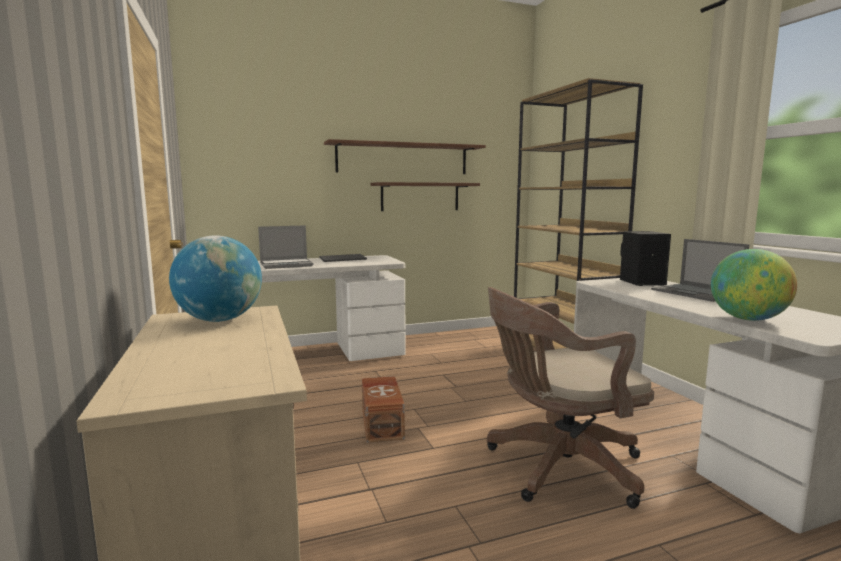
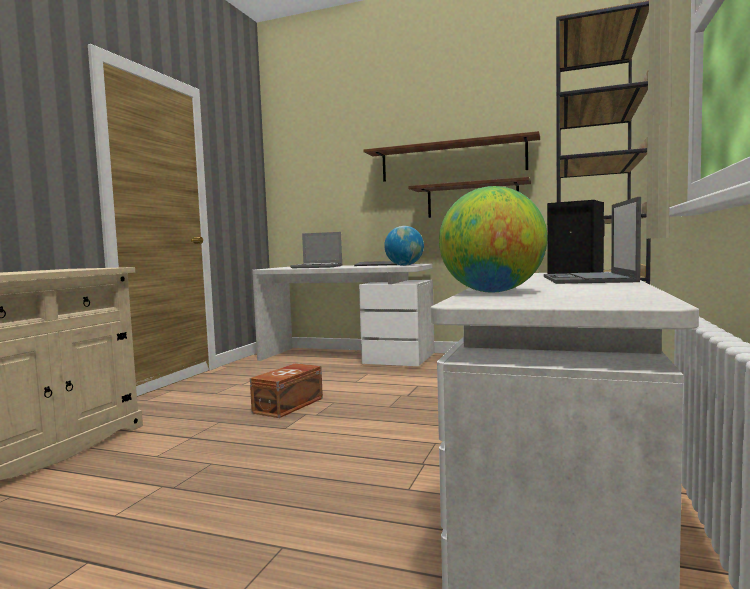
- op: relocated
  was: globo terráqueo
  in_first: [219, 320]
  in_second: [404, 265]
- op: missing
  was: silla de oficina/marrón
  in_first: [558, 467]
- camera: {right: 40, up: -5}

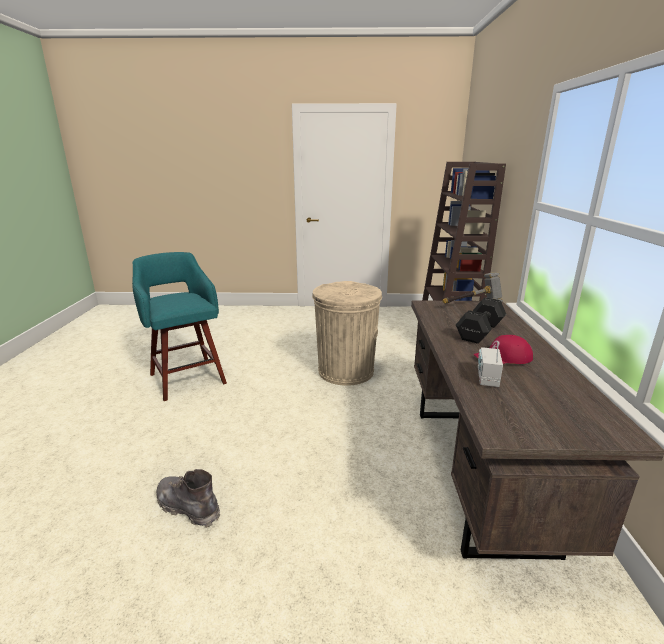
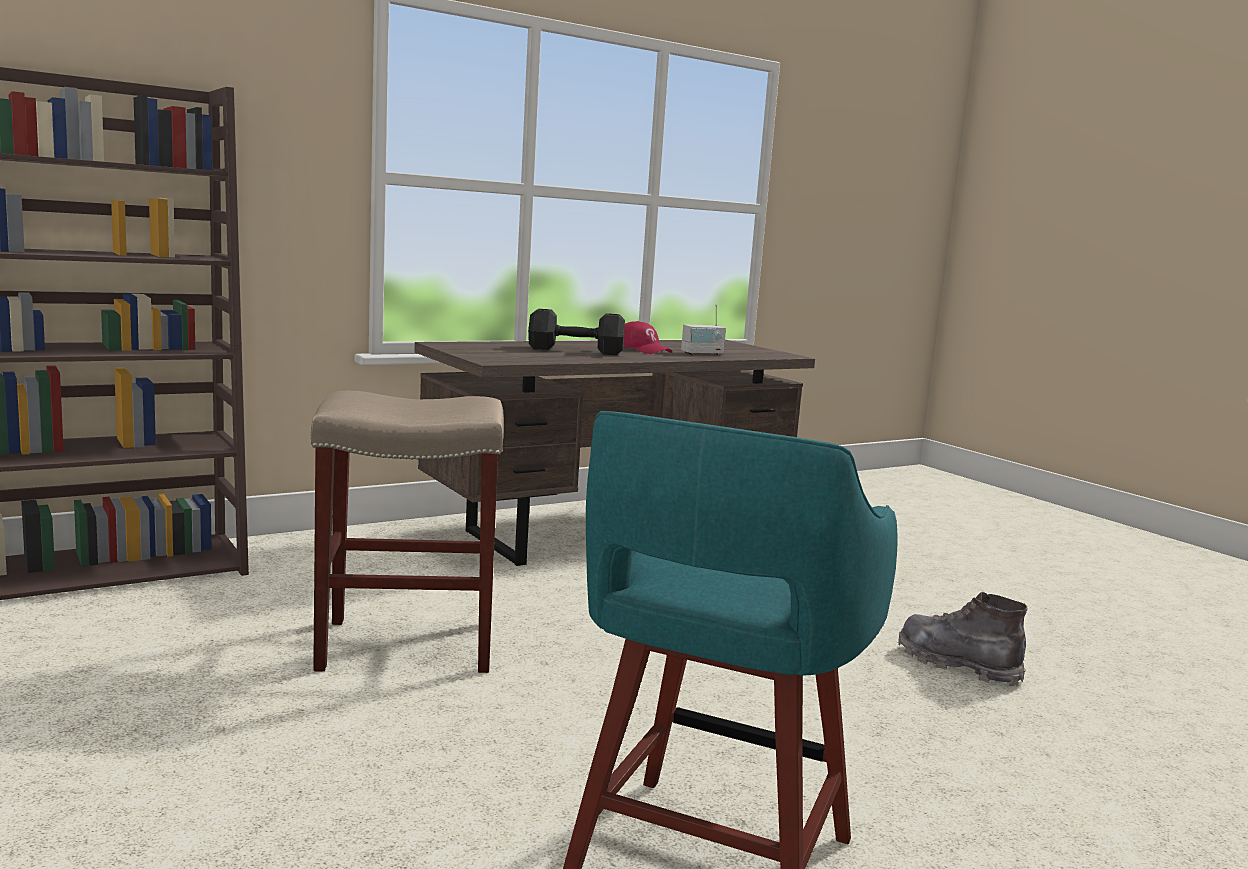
- op: spun
  was: bota/gris
  in_first: [188, 507]
  in_second: [957, 664]
  clockwise: 135
- op: exchanged
  was: papelera/beis
  now: taburete/beis
  in_first: [346, 371]
  in_second: [410, 645]
- op: missing
  was: martillo
  in_first: [472, 305]
- camera: {right: -125, up: -10}

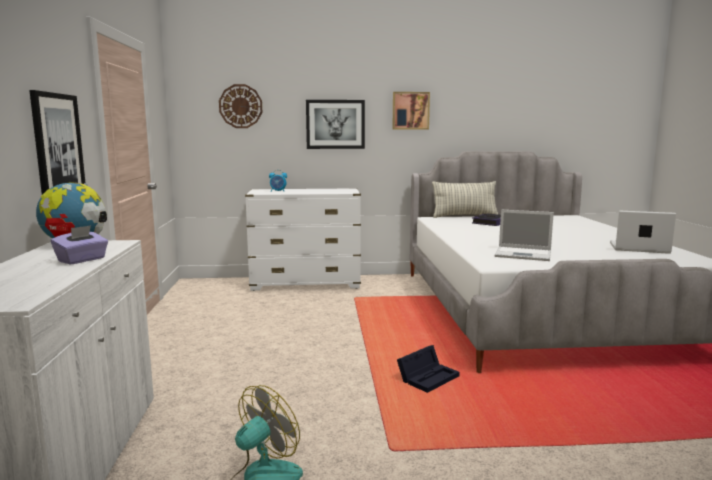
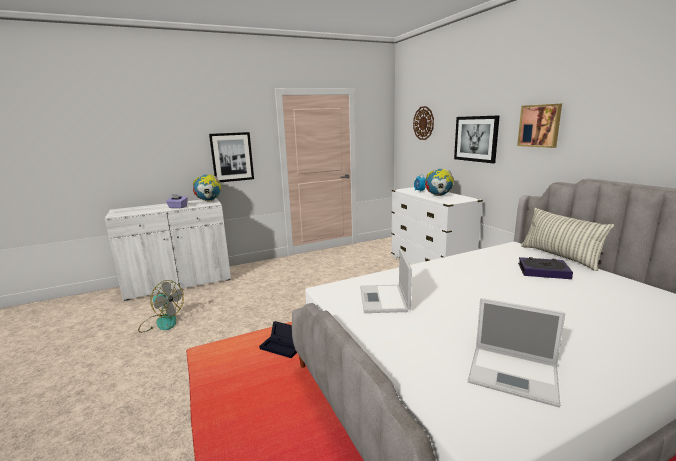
- op: spun
  was: portátil
  in_first: [637, 248]
  in_second: [515, 374]
  clockwise: 120
- op: appeared
  now: globo terráqueo
  in_second: [438, 195]
- camera: {right: 70, up: 5}

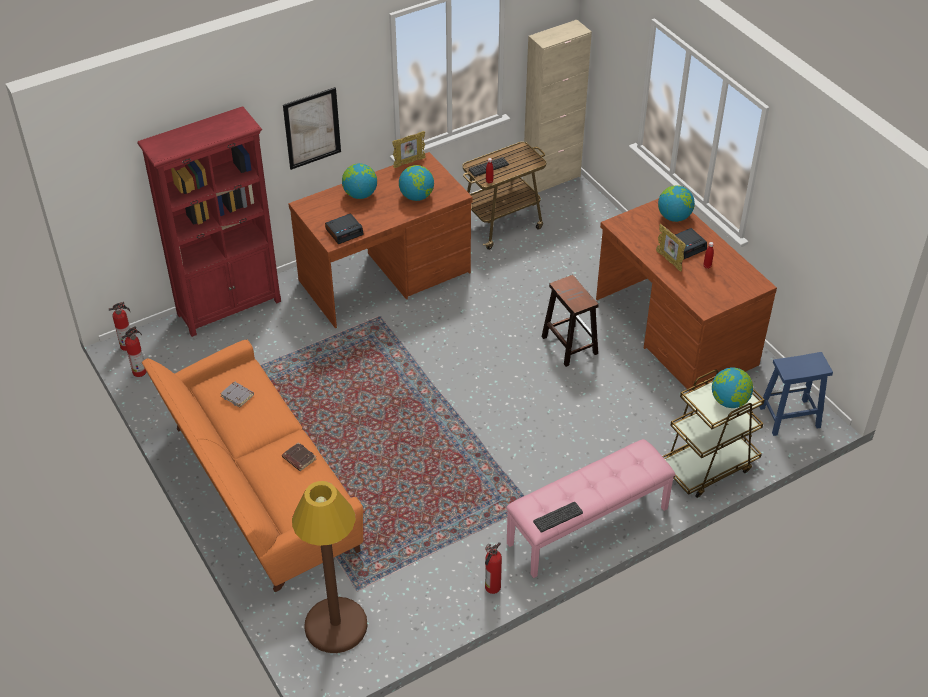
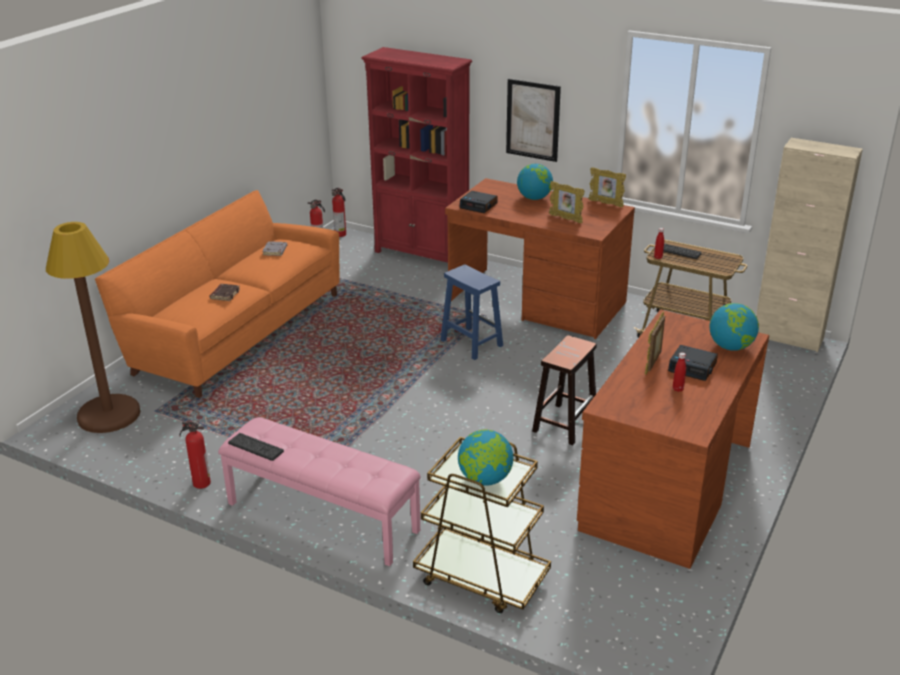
- op: exchanged
  was: globo terráqueo
  now: portarretratos
  in_first: [417, 196]
  in_second: [565, 219]
- op: relocated
  was: taburete/azul
  in_first: [788, 417]
  in_second: [470, 343]
- camera: {right: 60, up: -15}

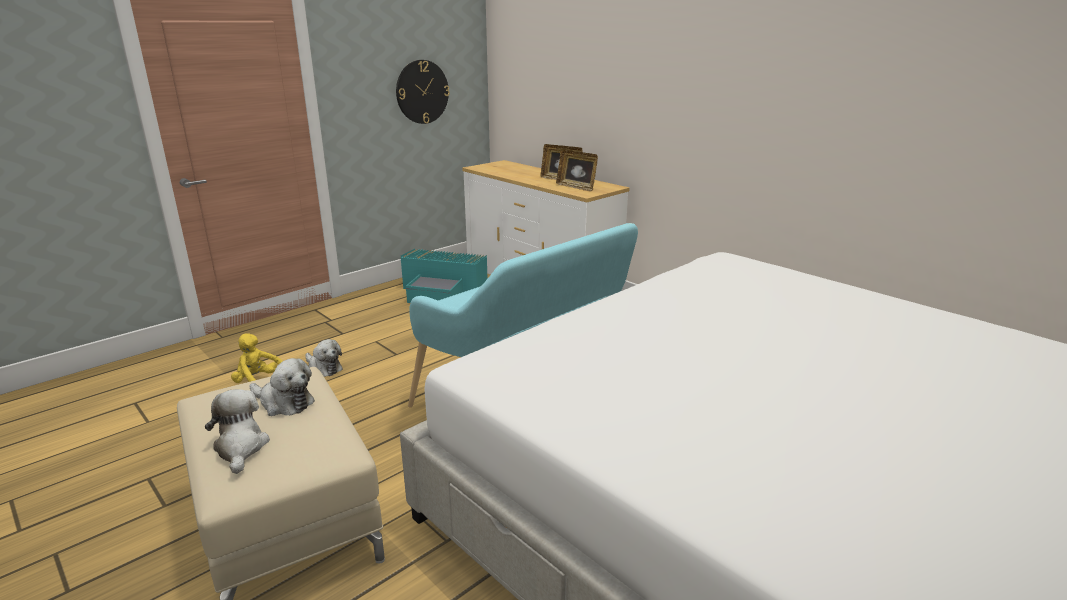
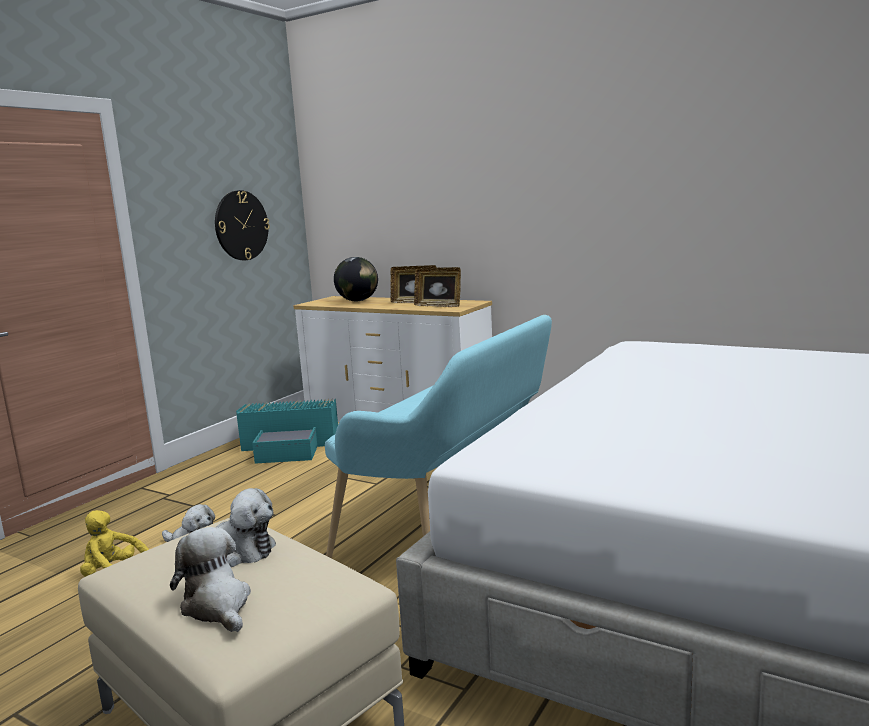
- op: appeared
  now: globo terráqueo
  in_second: [357, 301]
- camera: {right: -15, up: -10}

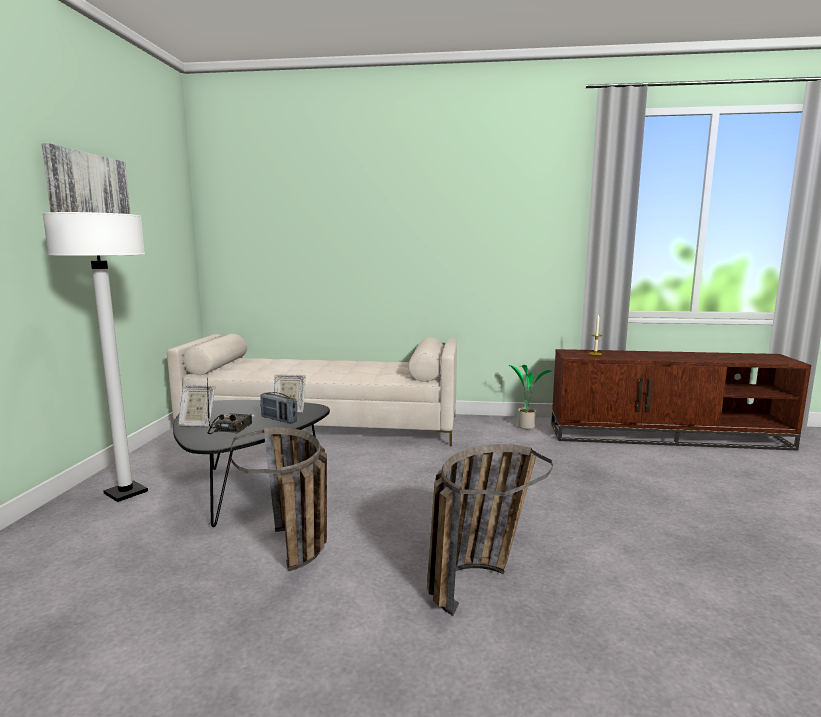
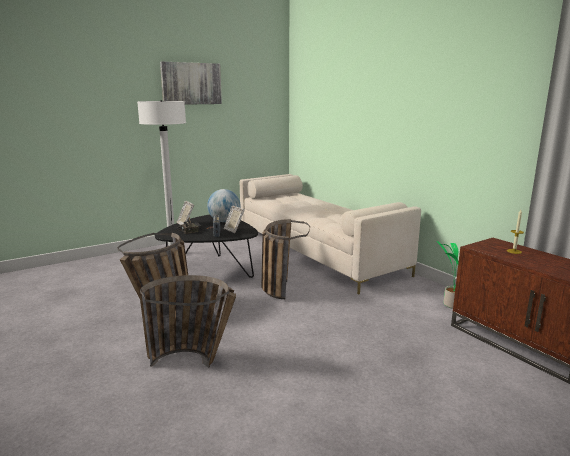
- op: appeared
  now: globo terráqueo
  in_second: [224, 221]
- op: appeared
  now: cesta
  in_second: [279, 286]
- camera: {right: 50, up: 5}

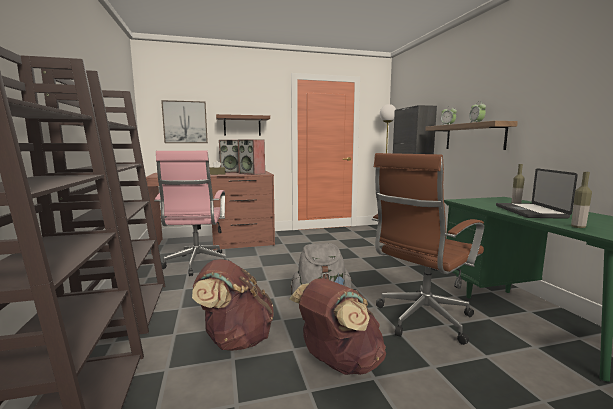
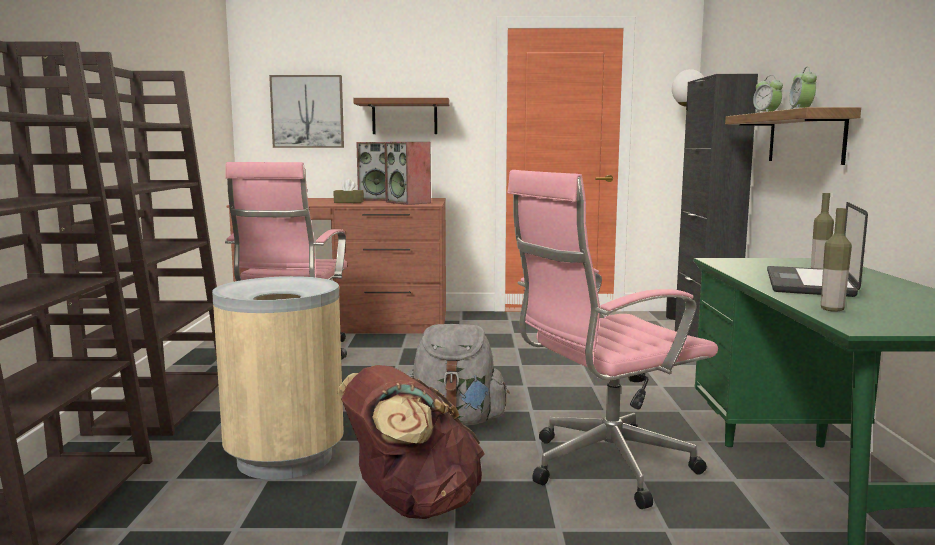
- op: exchanged
  was: mochila/marrón
  now: papelera/beis
  in_first: [235, 340]
  in_second: [284, 458]
- op: colour
  was: silla de oficina/marrón
  now: silla de oficina/rosa
  in_first: [421, 320]
  in_second: [602, 468]
- camera: {right: 15, up: 0}

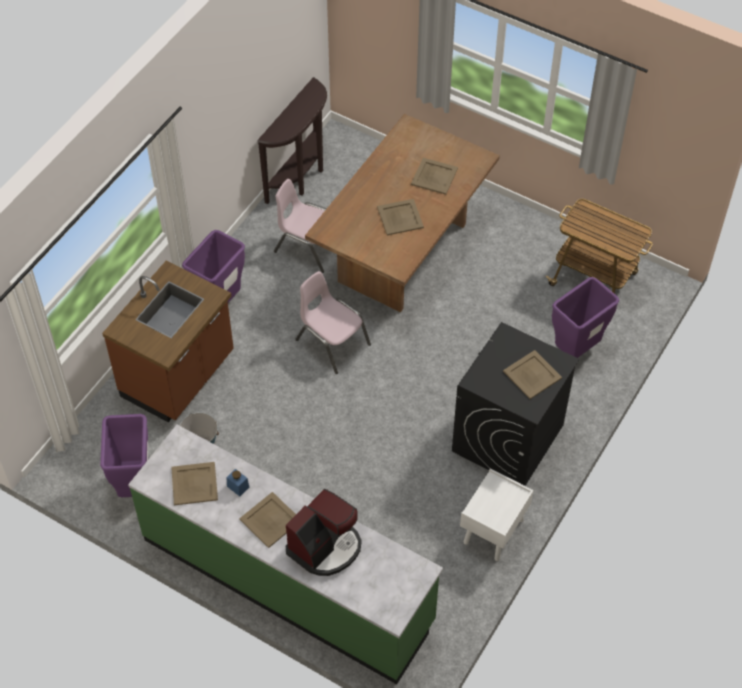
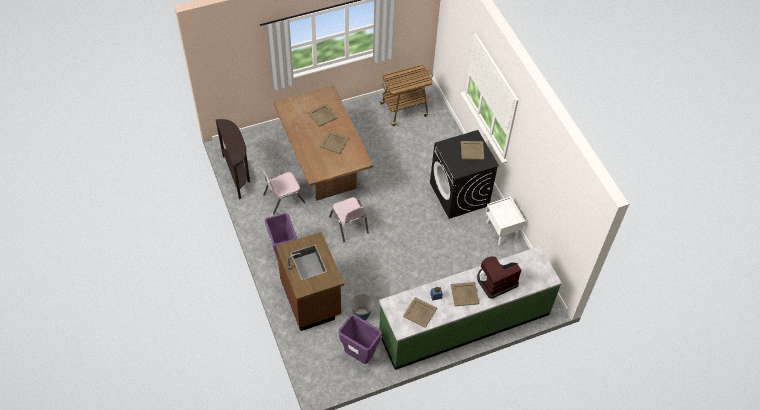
- op: spun
  was: cafetera
  in_first: [325, 547]
  in_second: [496, 281]
  clockwise: -105
- op: spun
  was: silla/rosa
  in_first: [332, 342]
  in_second: [349, 225]
  clockwise: -105
- op: missing
  was: papelera/morado
  in_first: [577, 349]
- camera: {right: -55, up: 0}

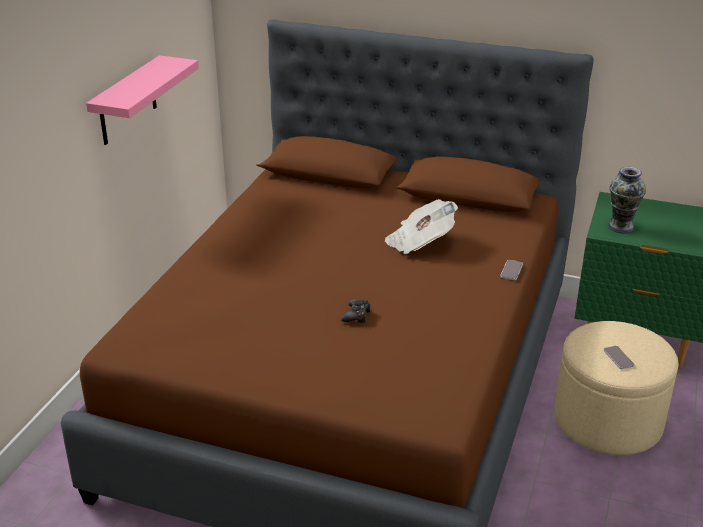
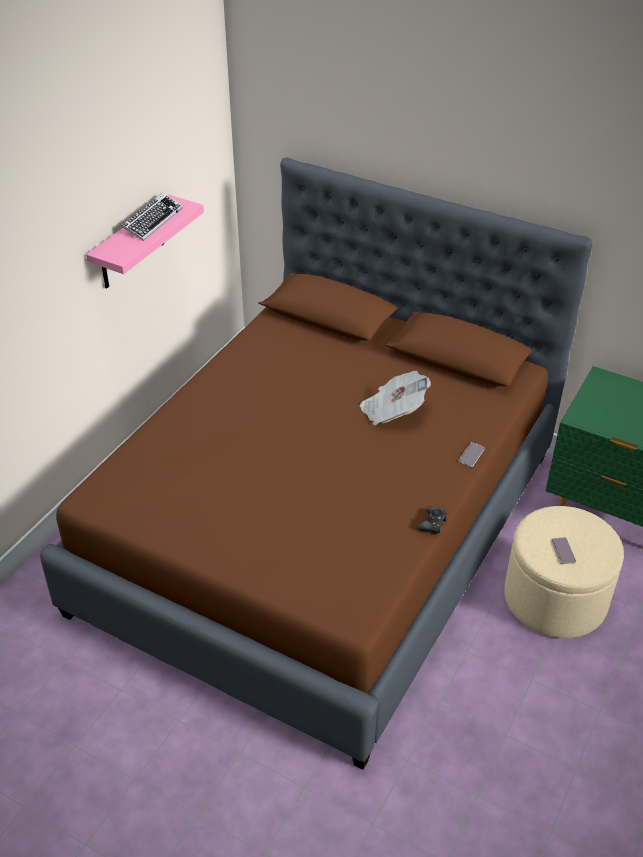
- op: relocated
  was: mando de consola/negro
  in_first: [356, 315]
  in_second: [432, 523]
- op: missing
  was: florero
  in_first: [620, 227]
- op: appeared
  now: teclado
  in_second: [153, 221]
- camera: {right: 10, up: 10}

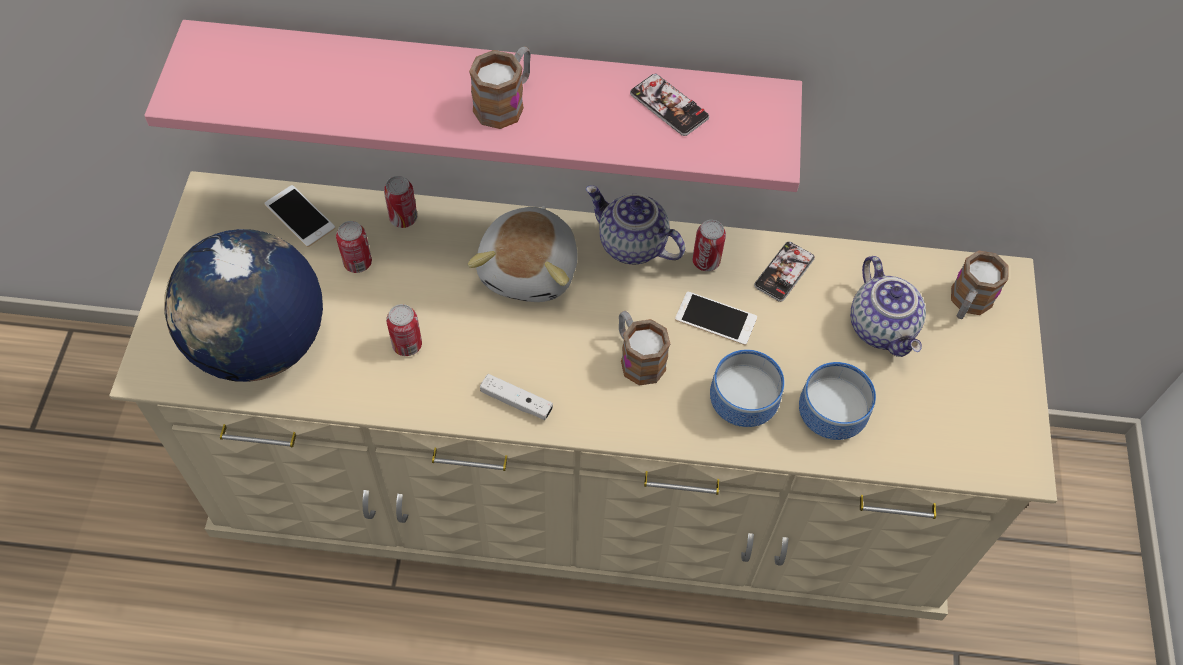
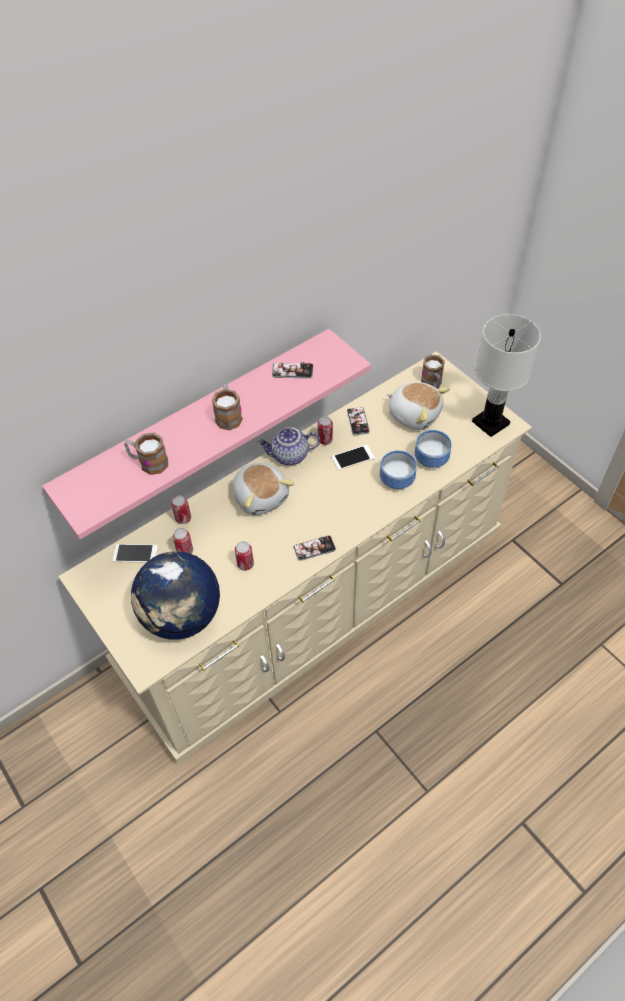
- op: exchanged
  was: mando de consola/blanco
  now: móvil
  in_first: [516, 401]
  in_second: [314, 548]
- op: relocated
  was: taza grande
  in_first: [637, 357]
  in_second: [148, 462]
- op: exchanged
  was: tetera
  now: peluche
  in_first: [883, 328]
  in_second: [414, 414]
- op: appeared
  now: lámpara de mesa/blanco
  in_second: [490, 422]
- camera: {right: -40, up: -5}

